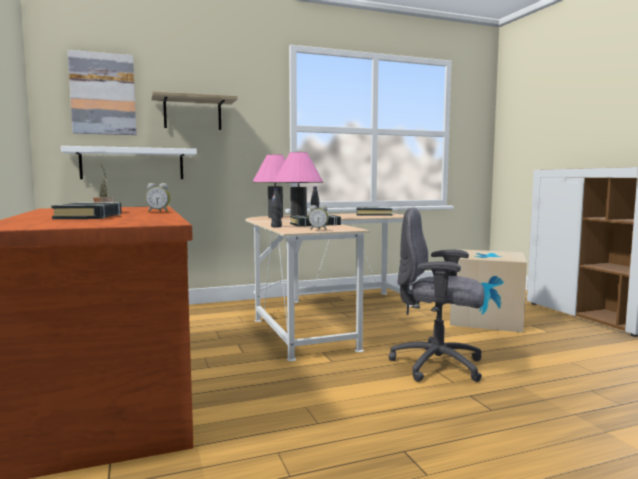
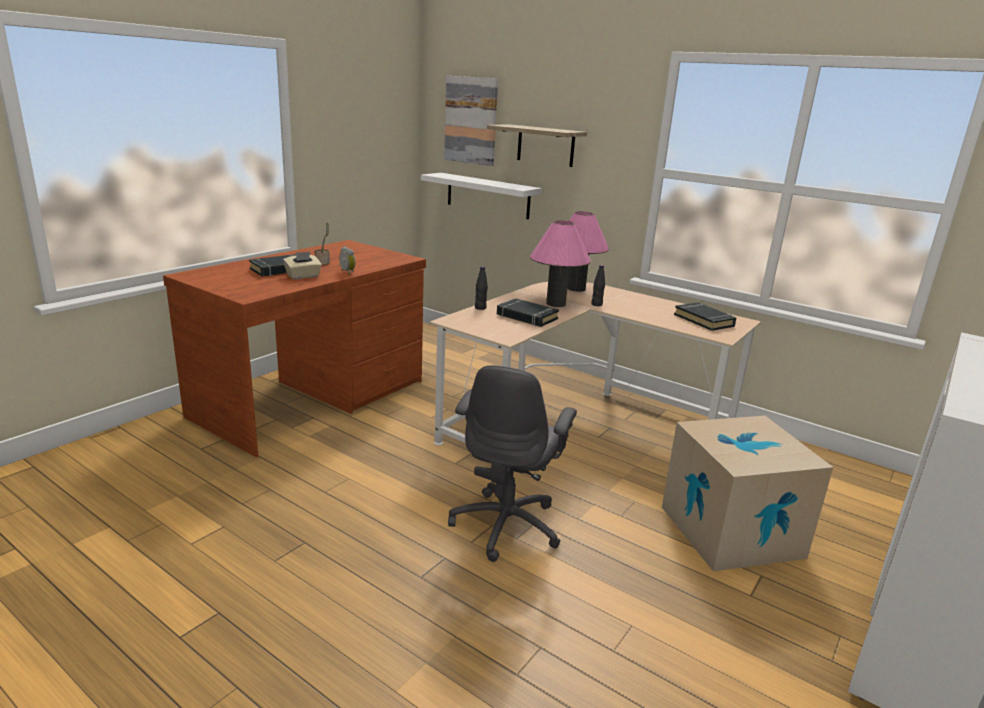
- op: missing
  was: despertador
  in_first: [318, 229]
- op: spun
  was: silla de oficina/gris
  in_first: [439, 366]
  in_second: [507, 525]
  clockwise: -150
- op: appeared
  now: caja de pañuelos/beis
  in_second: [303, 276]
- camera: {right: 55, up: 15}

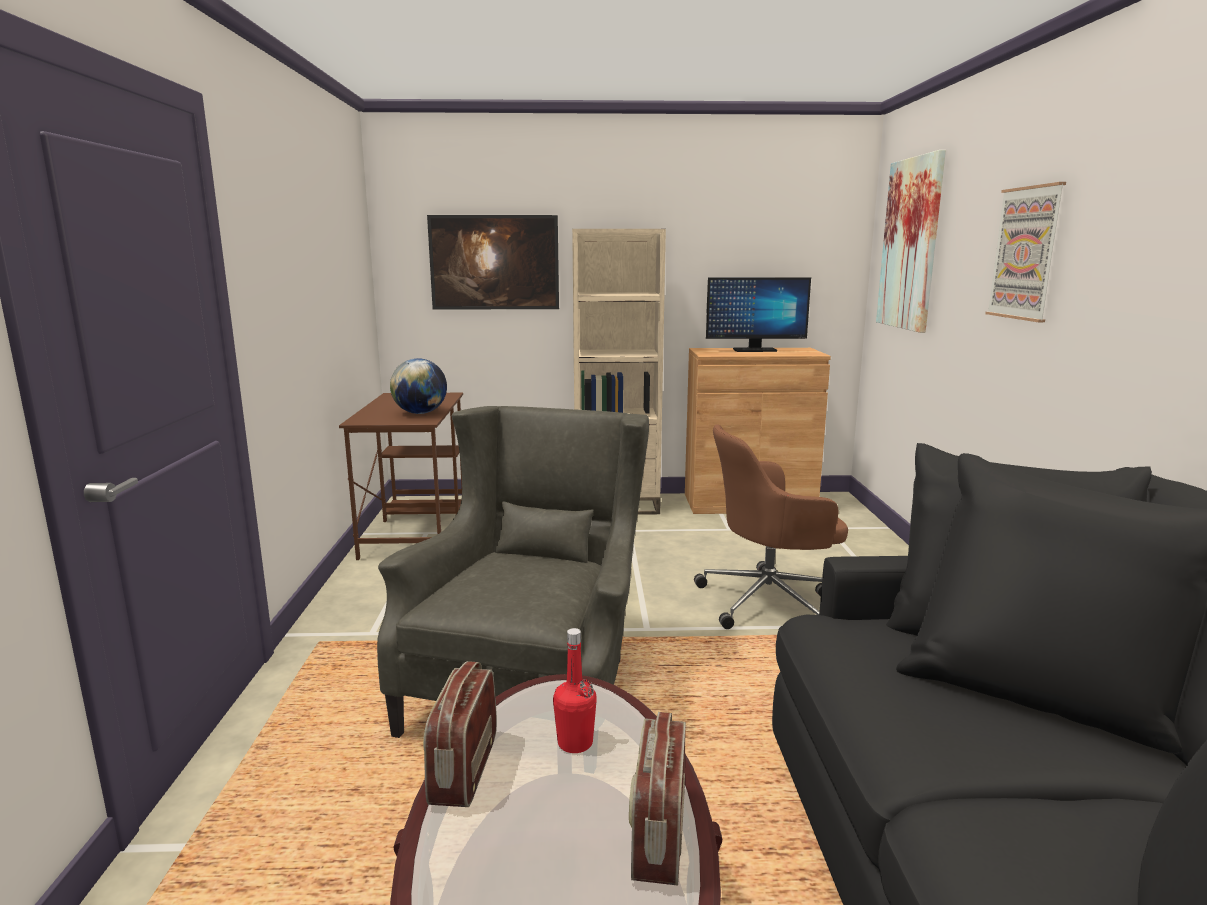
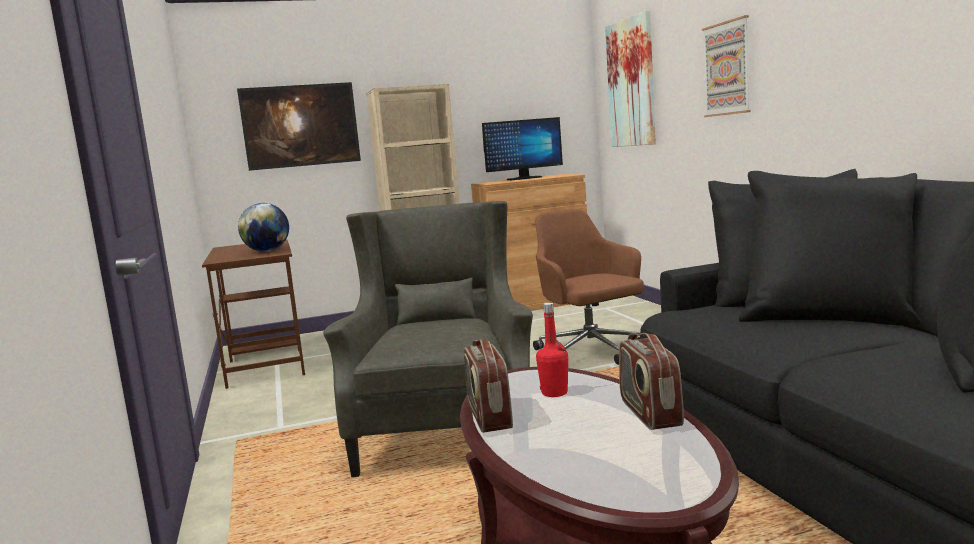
- op: spun
  was: silla de oficina/marrón
  in_first: [769, 601]
  in_second: [590, 353]
  clockwise: 90
- camera: {right: -15, up: -5}

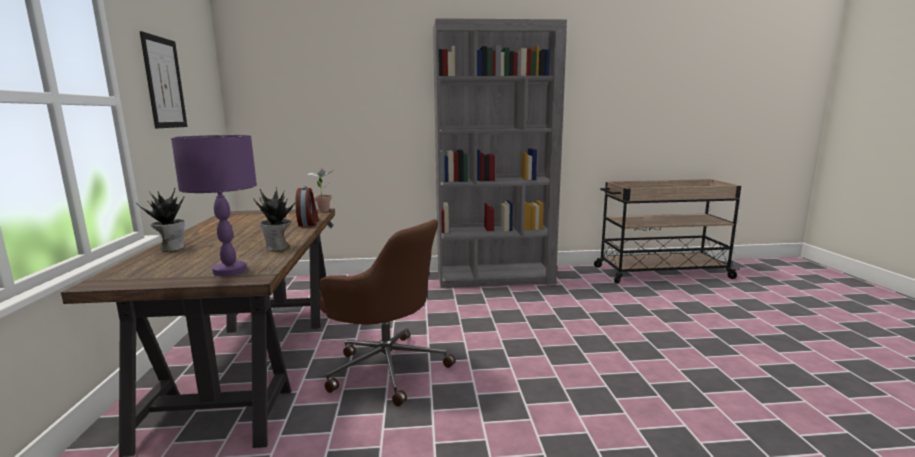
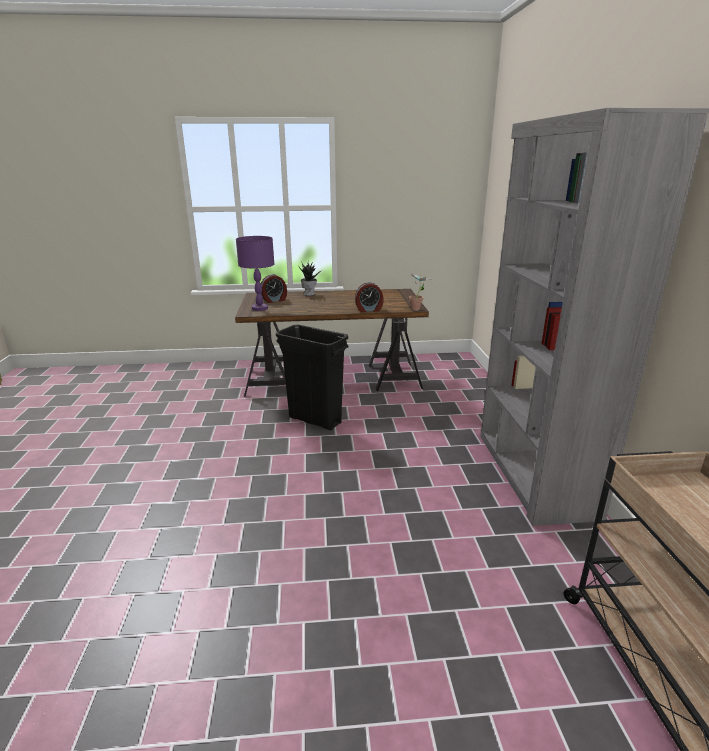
- op: missing
  was: cuadro
  in_first: [164, 83]
- op: missing
  was: planta en maceta
  in_first: [278, 248]
- op: exchanged
  was: silla de oficina/marrón
  now: papelera/negro
  in_first: [387, 367]
  in_second: [314, 420]
- op: appeared
  now: despertador
  in_second: [274, 300]
- camera: {right: 90, up: 10}

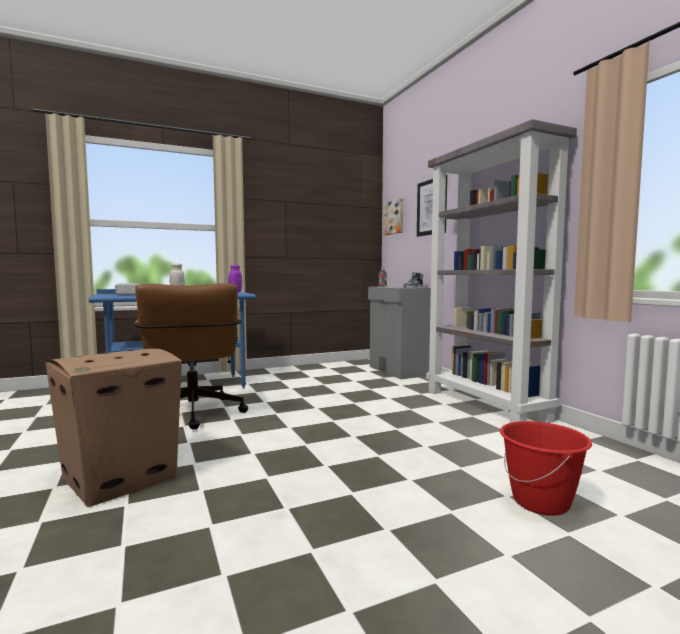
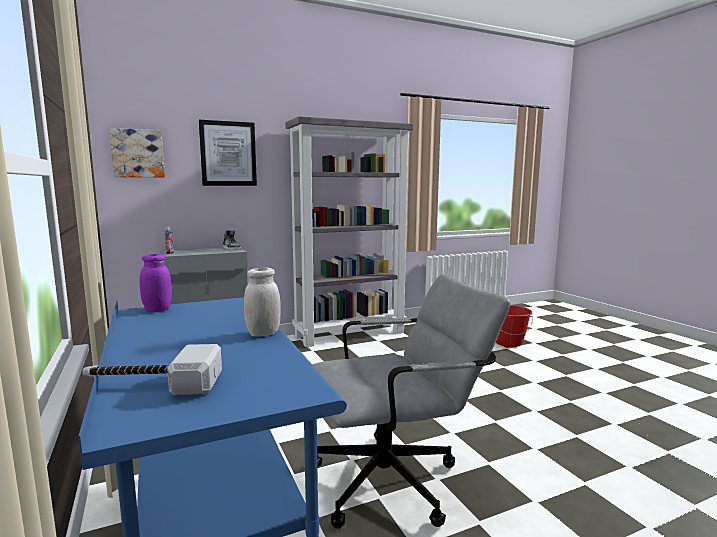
- op: missing
  was: caja de cartón
  in_first: [121, 477]
- op: colour
  was: silla de oficina/marrón
  now: silla de oficina/gris
  in_first: [193, 416]
  in_second: [398, 479]
- camera: {right: -90, up: 5}

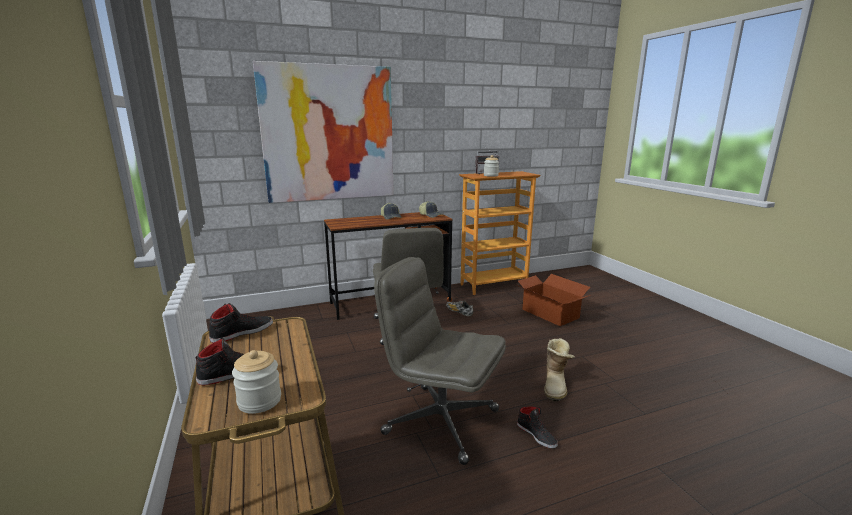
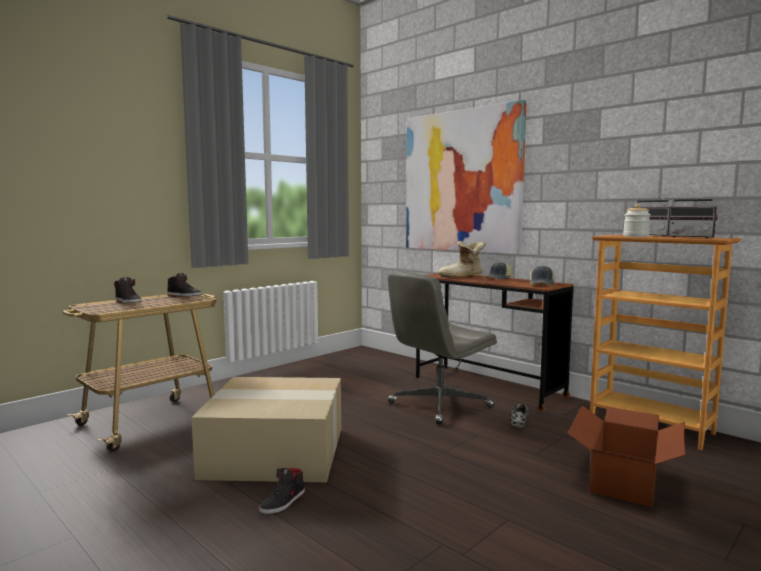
- op: missing
  was: tarro
  in_first: [259, 401]
- op: exchanged
  was: silla de oficina/gris
  now: caja de cartón
  in_first: [440, 421]
  in_second: [278, 451]
- op: relocated
  was: bota
  in_first: [556, 386]
  in_second: [462, 276]
- op: appeared
  now: radio
  in_second: [691, 237]
- camera: {right: 65, up: -10}

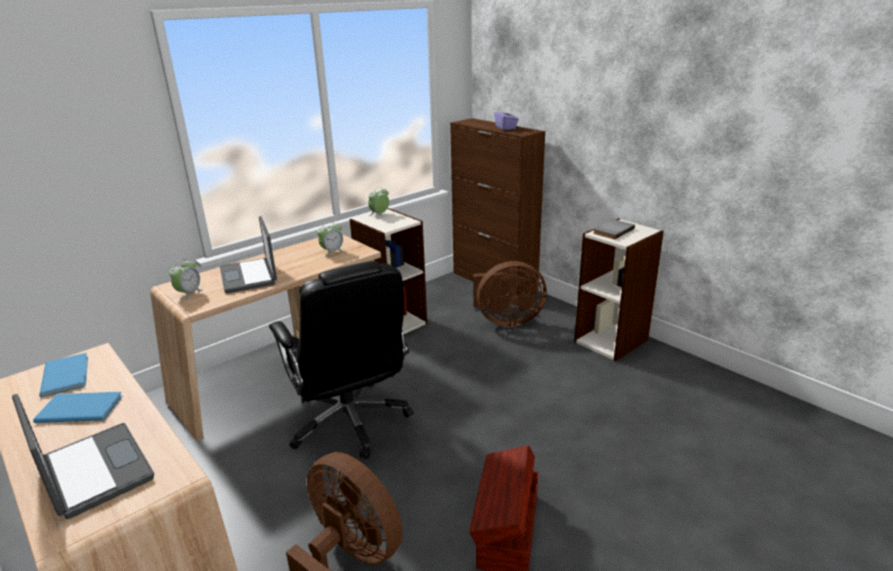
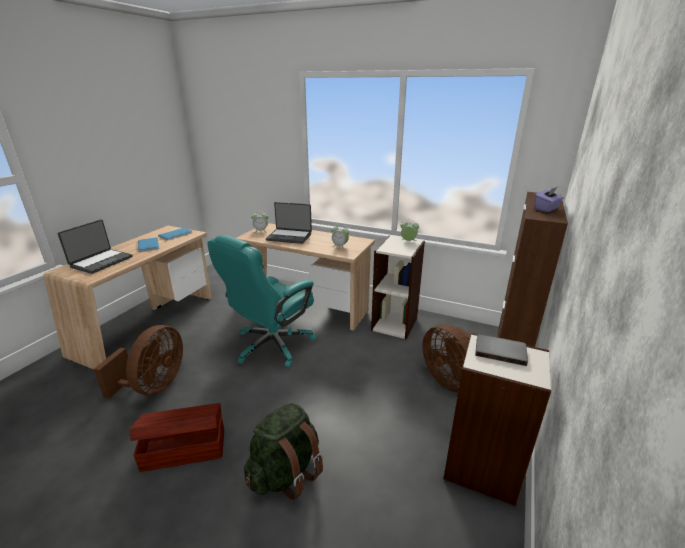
- op: spun
  was: portátil
  in_first: [250, 276]
  in_second: [289, 236]
  clockwise: -120
- op: colour
  was: silla de oficina/negro
  now: silla de oficina/turquesa
  in_first: [350, 422]
  in_second: [272, 345]
- op: appeared
  now: mochila/verde
  in_second: [286, 473]
- camera: {right: 65, up: 0}

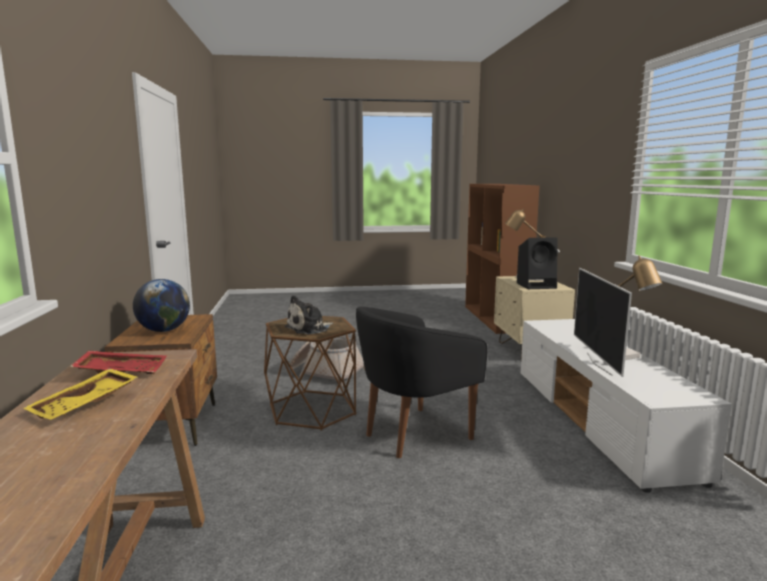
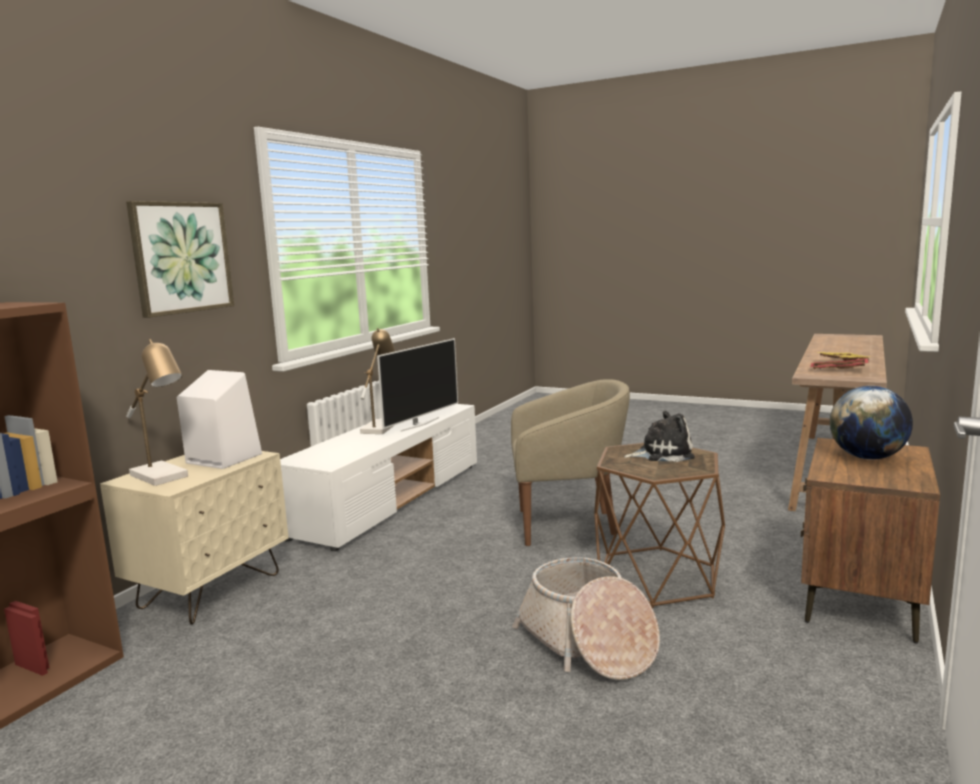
- op: colour
  was: sillón/negro
  now: sillón/beis
  in_first: [413, 434]
  in_second: [568, 525]
- op: colour
  was: altavoz/negro
  now: altavoz/blanco
  in_first: [537, 285]
  in_second: [222, 458]
- op: appeared
  now: cuadro
  in_second: [181, 257]
- camera: {right: -145, up: 0}

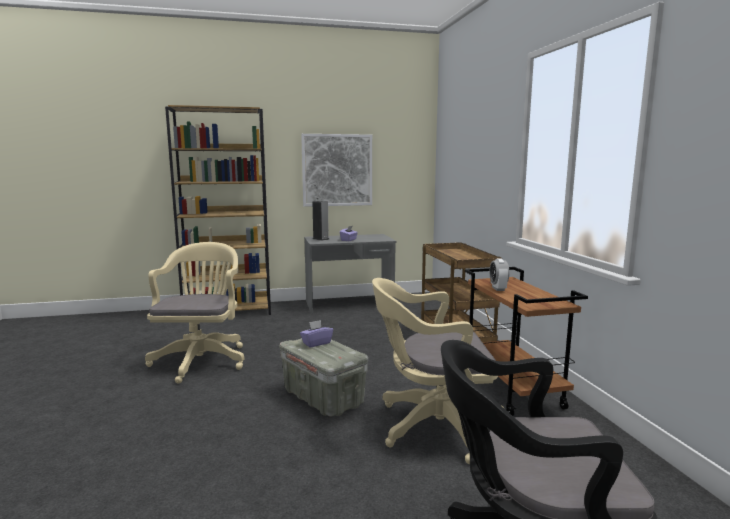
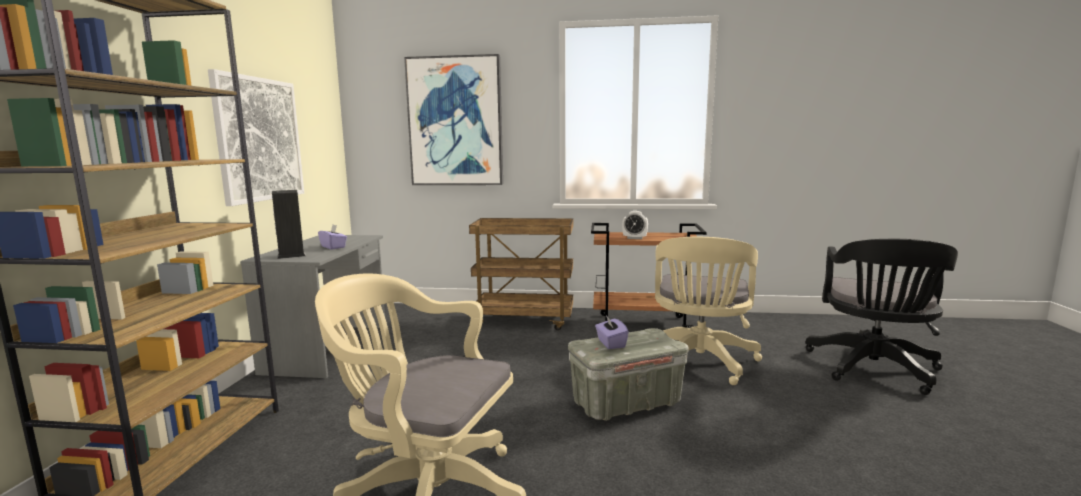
- op: appeared
  now: cuadro
  in_second: [455, 122]
- camera: {right: -70, up: 0}

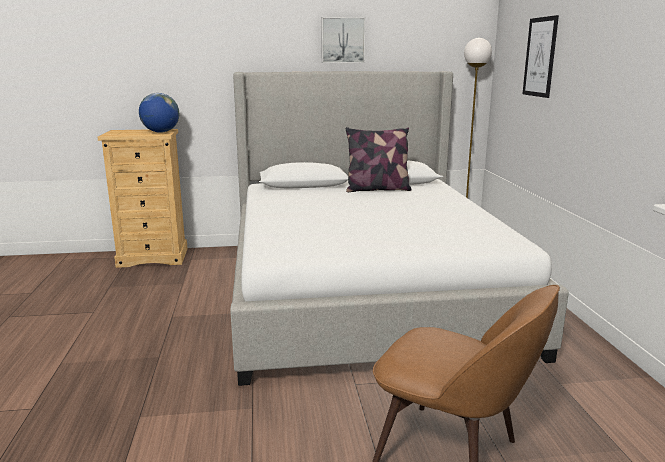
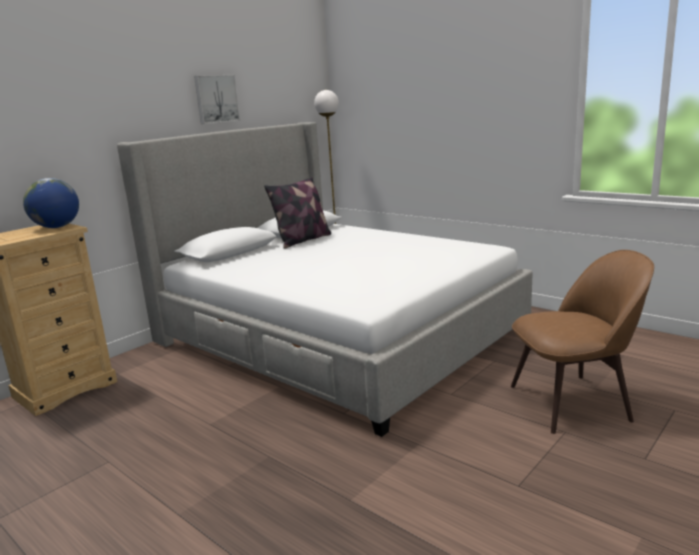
- op: missing
  was: cuadro
  in_first: [540, 57]
- camera: {right: -40, up: 0}

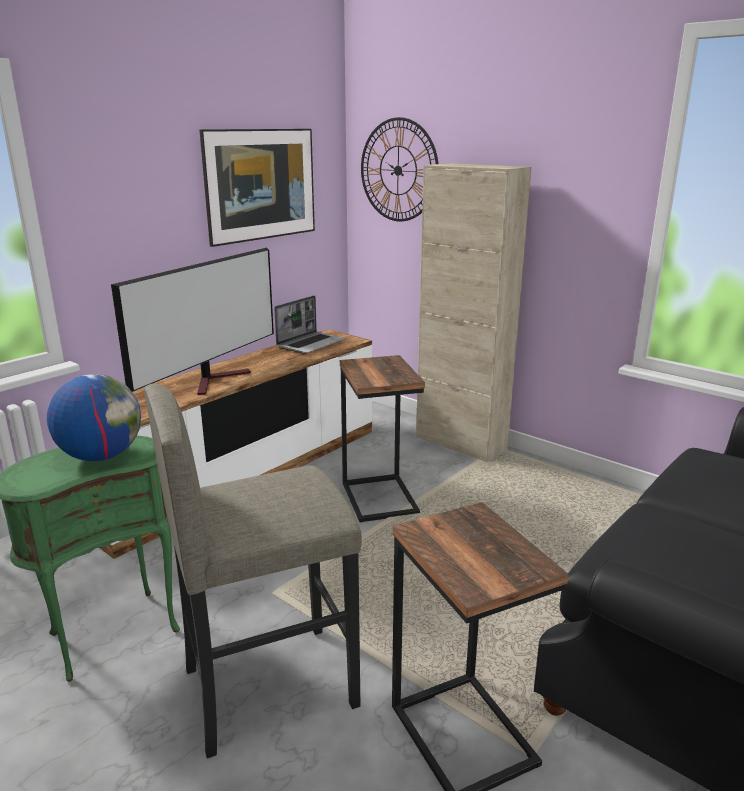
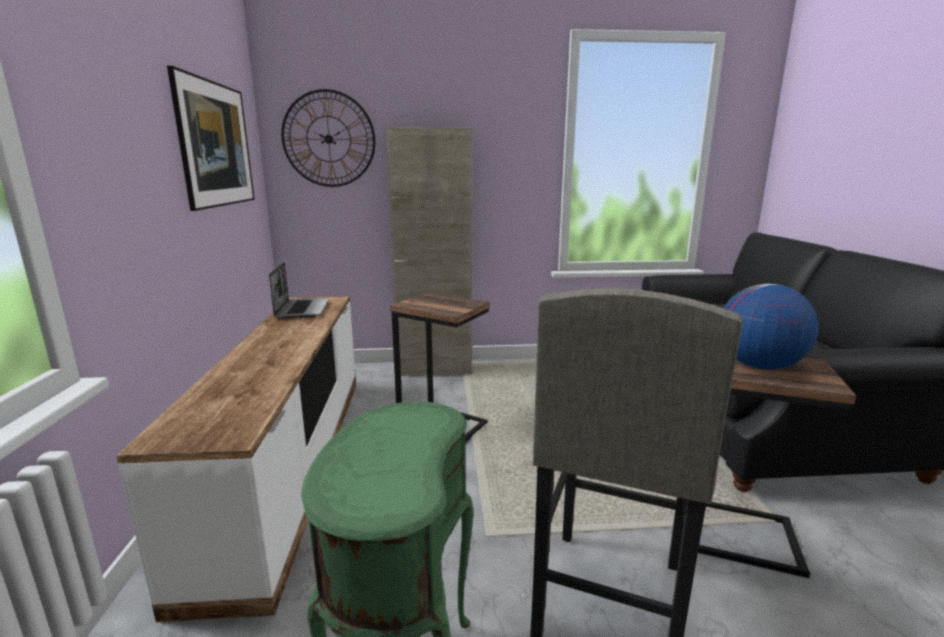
- op: relocated
  was: globo terráqueo
  in_first: [101, 456]
  in_second: [758, 366]
- op: missing
  was: televisor
  in_first: [216, 380]
- camera: {right: -45, up: -5}

